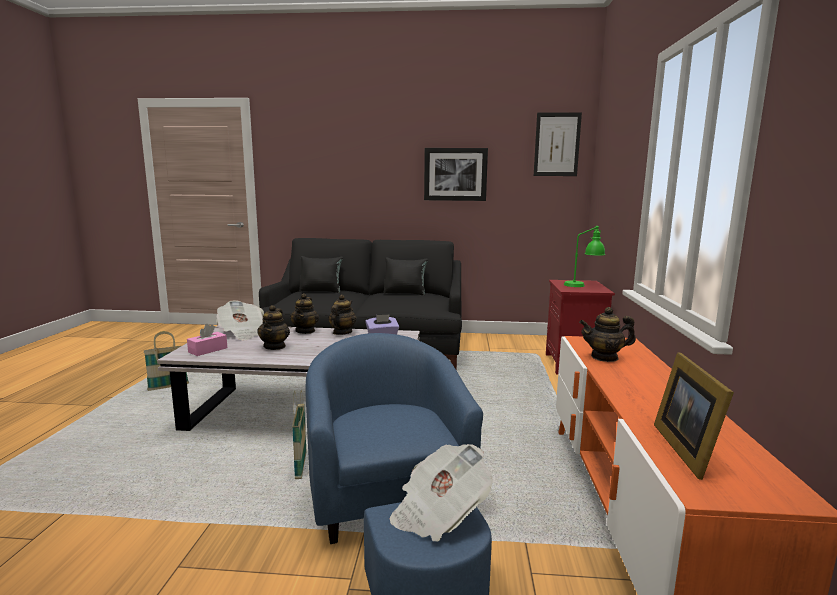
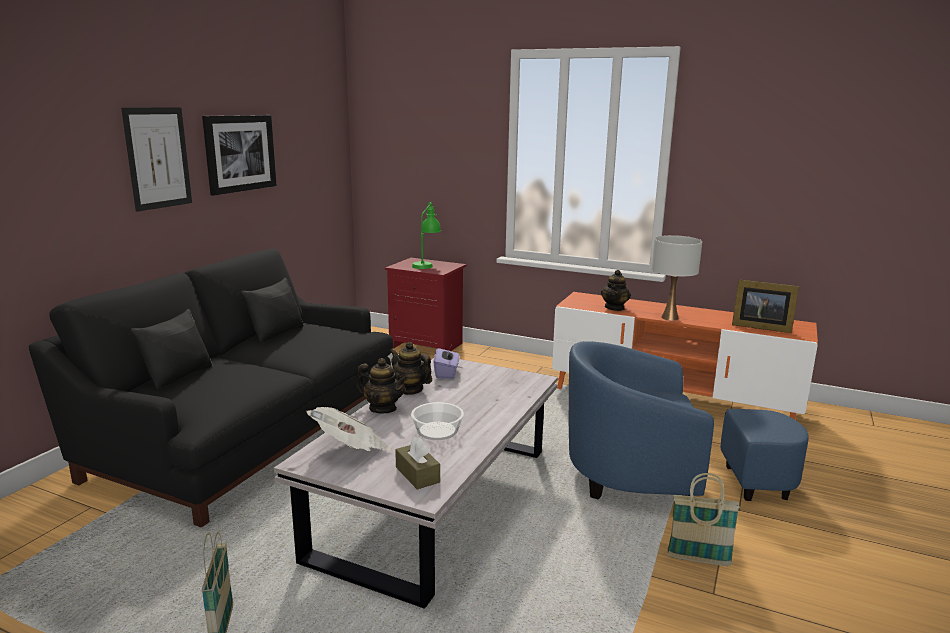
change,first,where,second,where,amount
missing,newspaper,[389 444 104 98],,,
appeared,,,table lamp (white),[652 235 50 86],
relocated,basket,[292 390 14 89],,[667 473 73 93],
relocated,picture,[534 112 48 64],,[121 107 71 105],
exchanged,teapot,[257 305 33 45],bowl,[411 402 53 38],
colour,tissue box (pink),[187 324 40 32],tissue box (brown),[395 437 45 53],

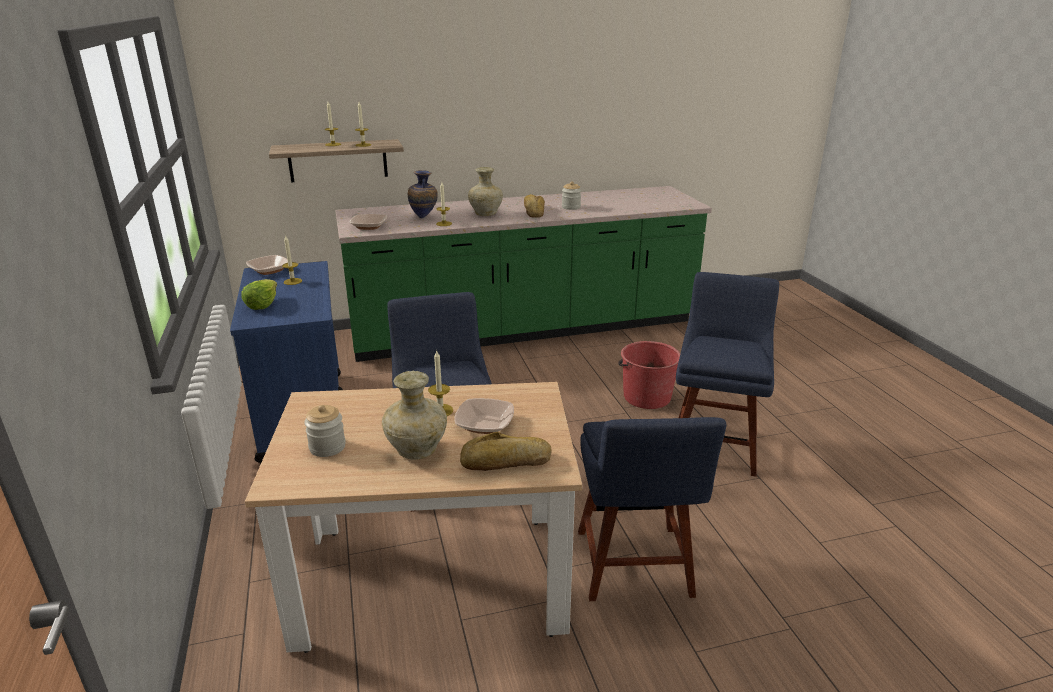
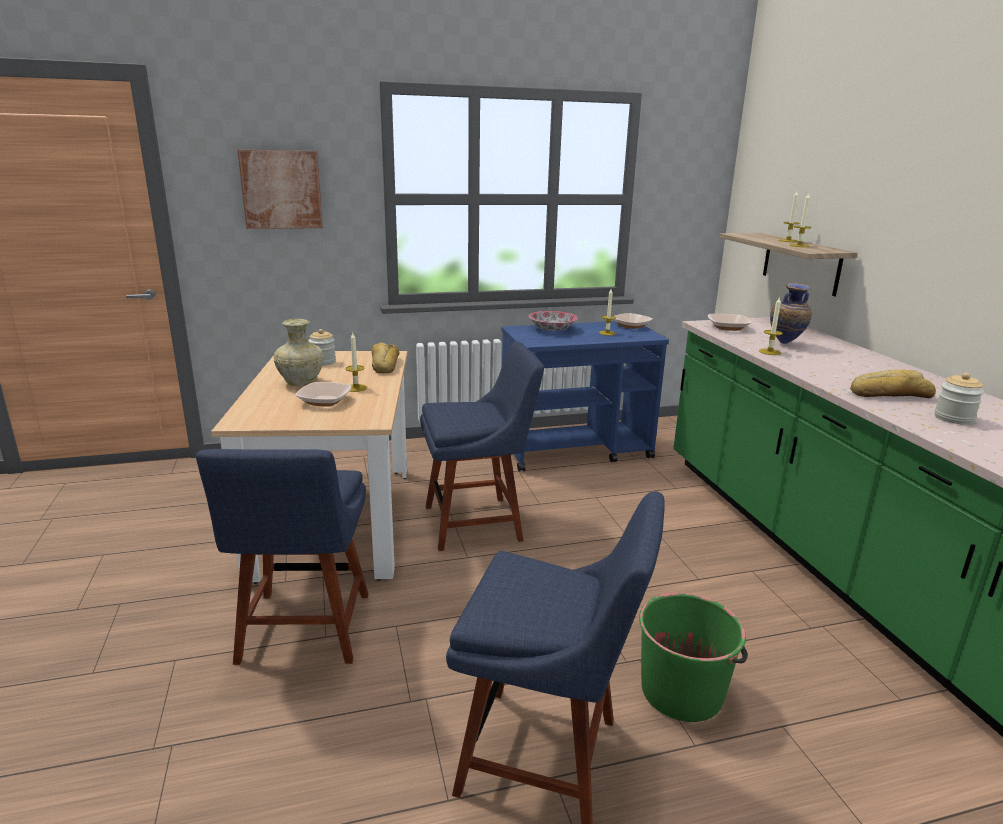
change,first,where,second,where,amount
missing,vase (beige),[468 167 35 49],,,
appeared,,,picture,[237 150 86 79],
relocated,bread,[460 432 92 39],,[372 342 27 31],
exchanged,lettuce,[241 279 36 31],bowl,[529 311 49 20],
colour,bucket (red),[618 341 62 68],bucket (green),[639 593 109 129],
spun,chair (blue),[578 417 148 184],,[196 449 173 216],90 degrees counterclockwise

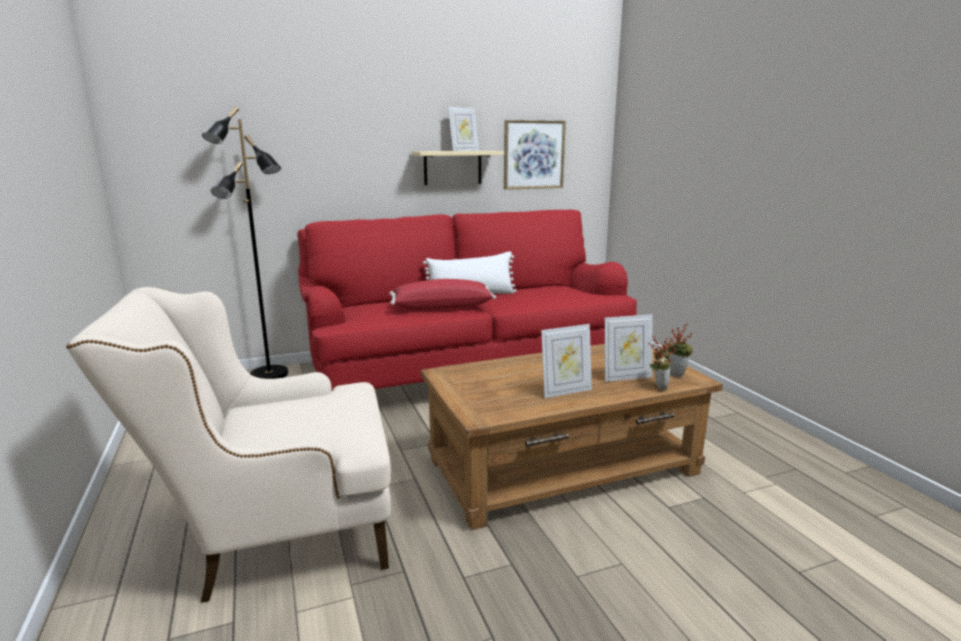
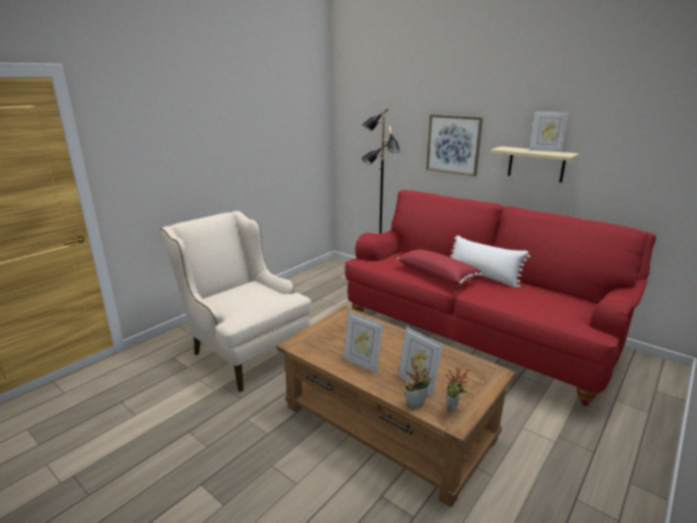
change,first,where,second,where,amount
relocated,picture,[504 120 62 70],,[426 115 57 61],

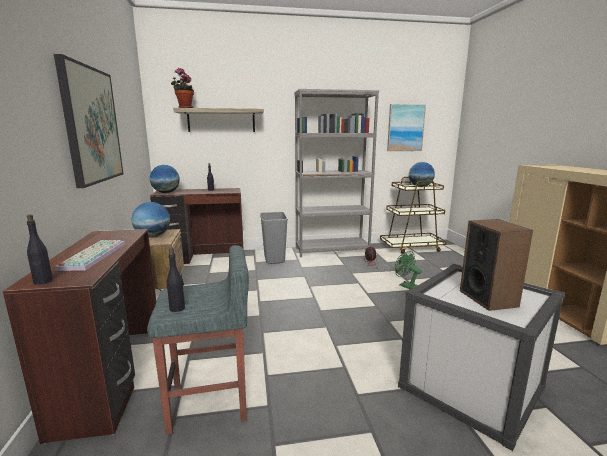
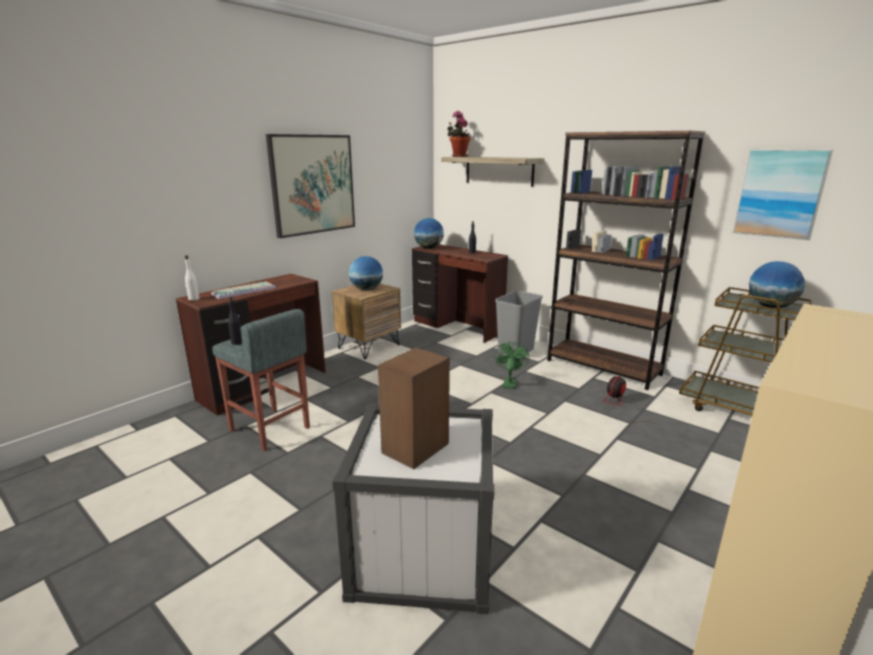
change,first,where,second,where,amount
relocated,fan (green),[395 251 27 38],,[494 342 35 47],
colour,bottle (black),[27 215 26 70],bottle (white),[185 255 14 46],
colour,bookcase (grey),[294 89 85 168],bookcase (brown),[547 131 159 259],

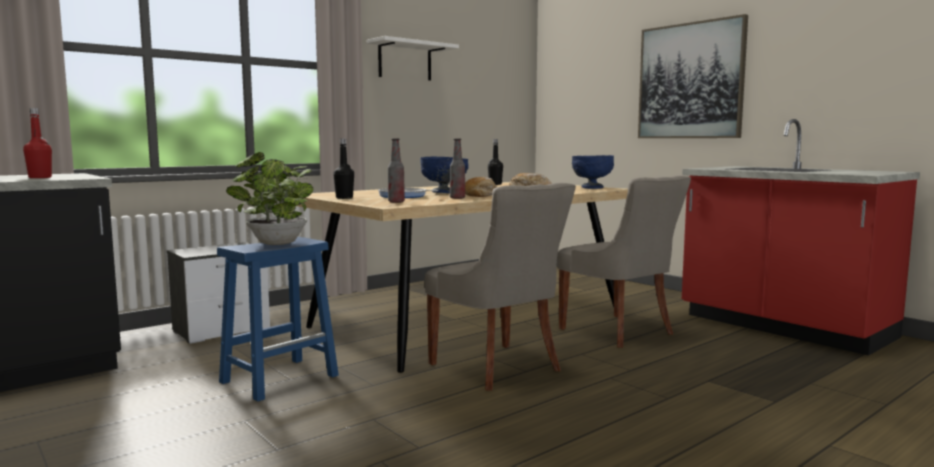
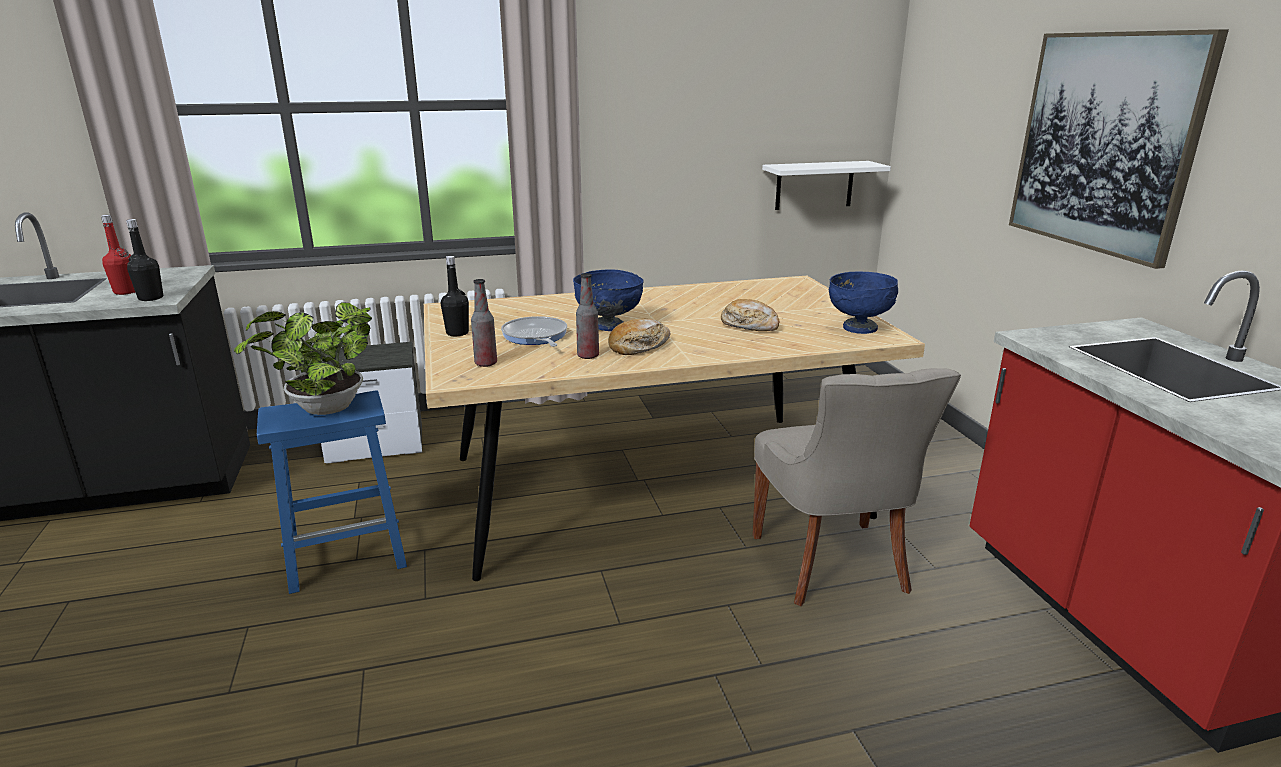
change,first,where,second,where,amount
missing,chair (grey),[425 183 151 208],,,
relocated,shelf (white),[367 36 92 45],,[762 161 129 49],
relocated,bottle (black),[488 139 15 46],,[126 219 37 82],

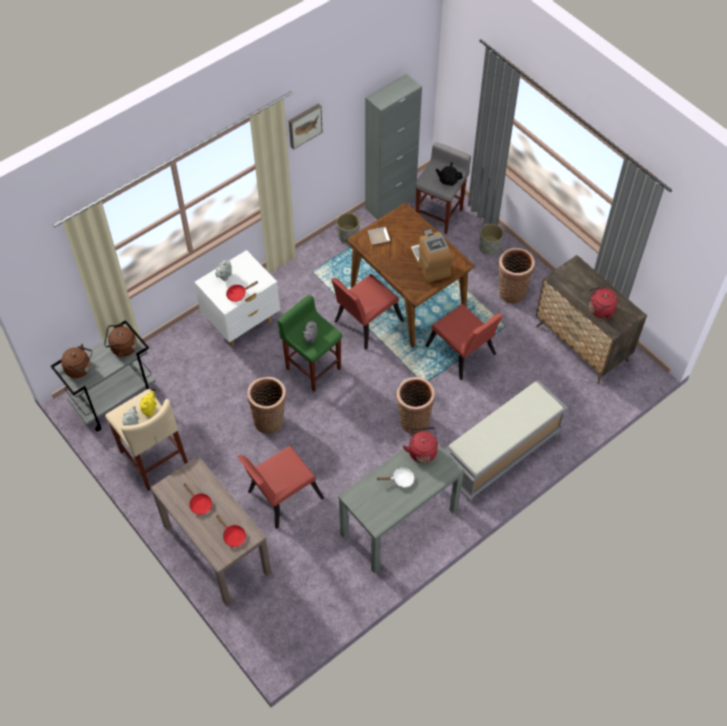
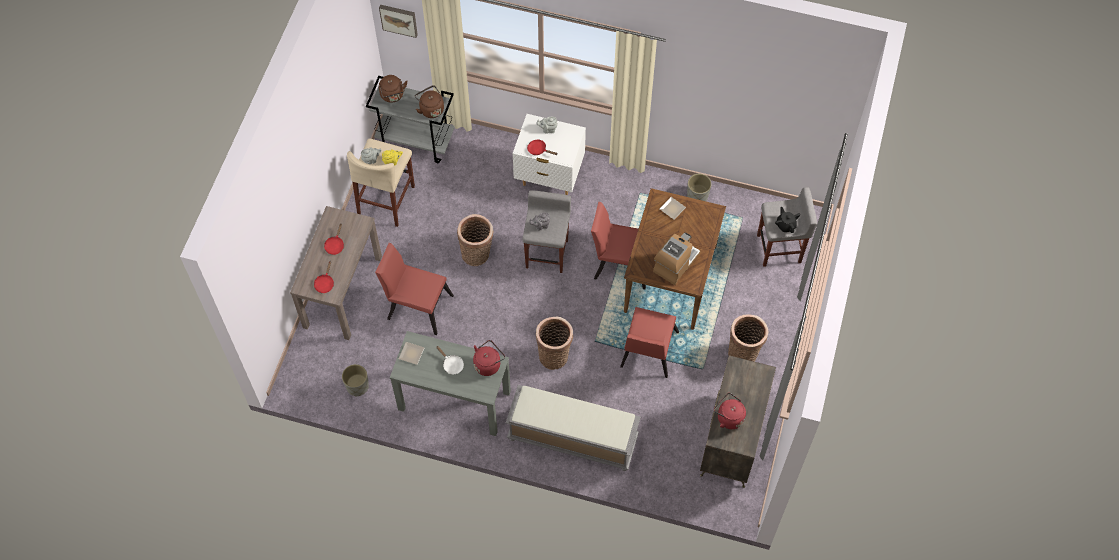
change,first,where,second,where,amount
missing,cabinet (grey),[365 73 57 147],,,
appeared,,,plate,[399 342 25 23],
relocated,picture,[289 103 34 47],,[379 5 39 33],
relocated,planter (grey),[480 224 24 31],,[342 364 27 32],
colour,stool (green),[277 295 65 97],stool (grey),[523 190 48 83],

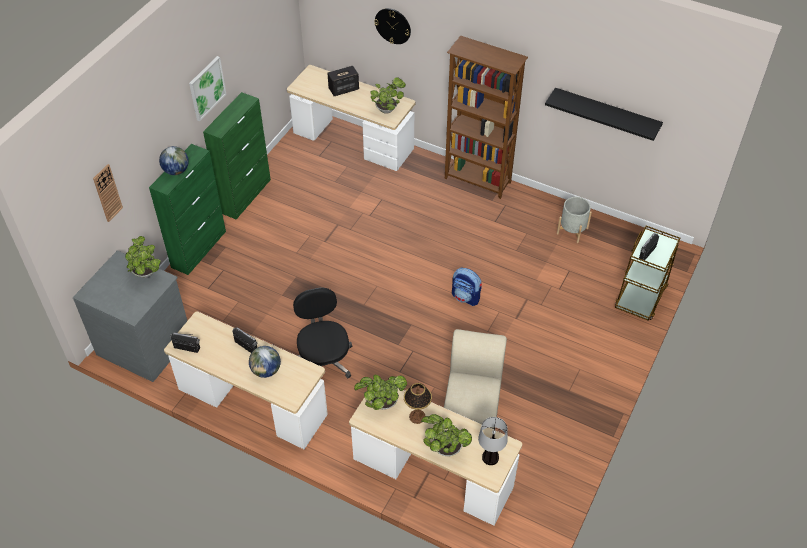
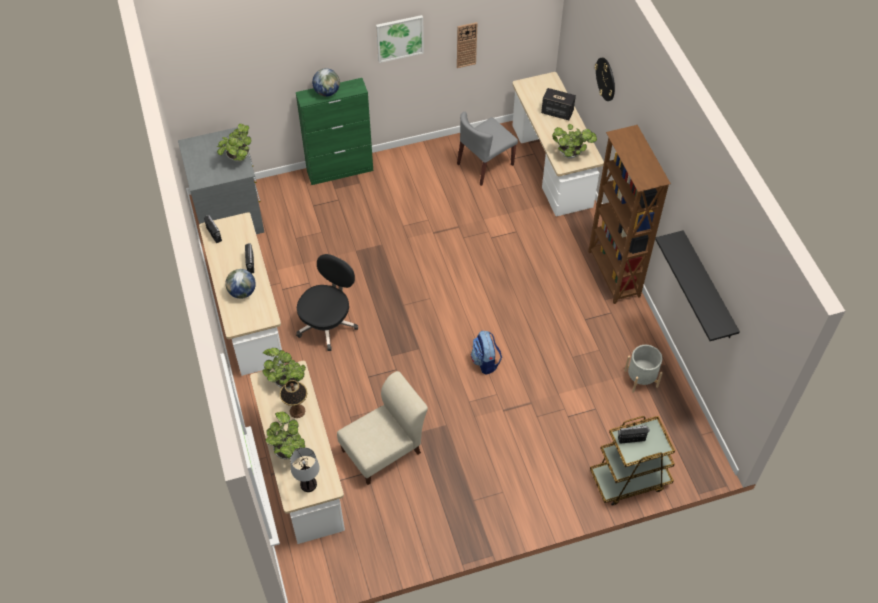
change,first,where,second,where,amount
missing,cabinet (green),[203 92 68 127],,,
appeared,,,chair (grey),[457 112 61 74],
relocated,wall clock,[93 164 30 58],,[457 22 20 46],

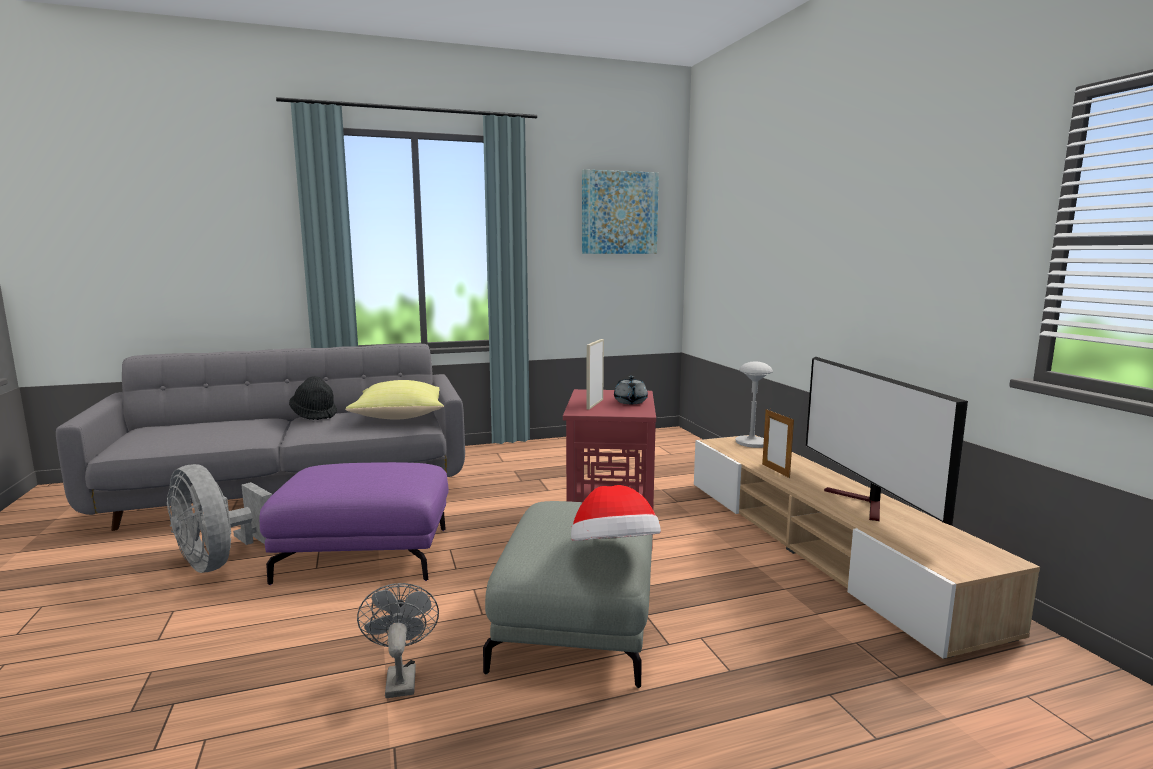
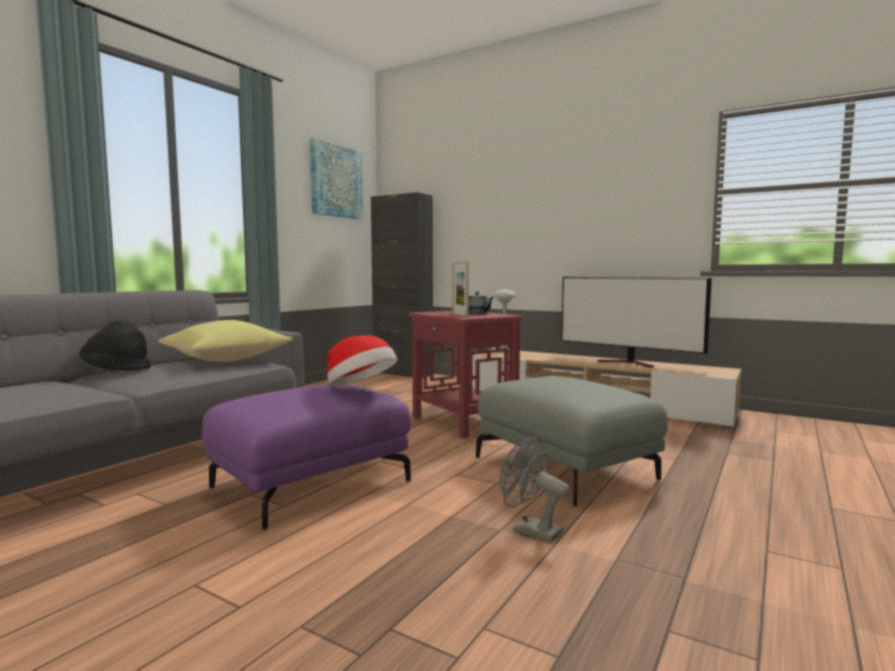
change,first,where,second,where,amount
missing,fan (grey),[167 464 105 109],,,
missing,picture frame,[762 409 32 69],,,
appeared,,,cabinet (black),[371 192 62 185],
relocated,hat,[571 485 90 56],,[327 335 70 51],

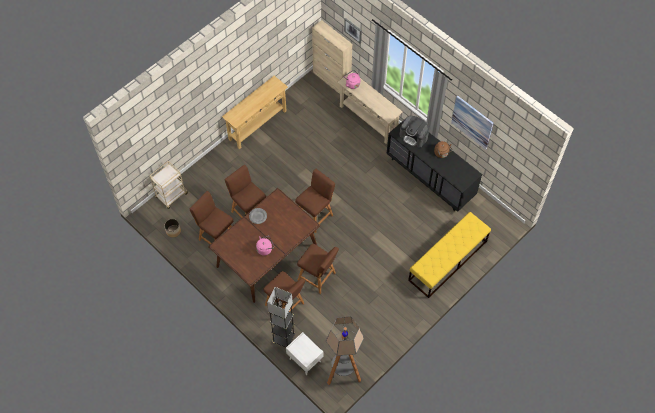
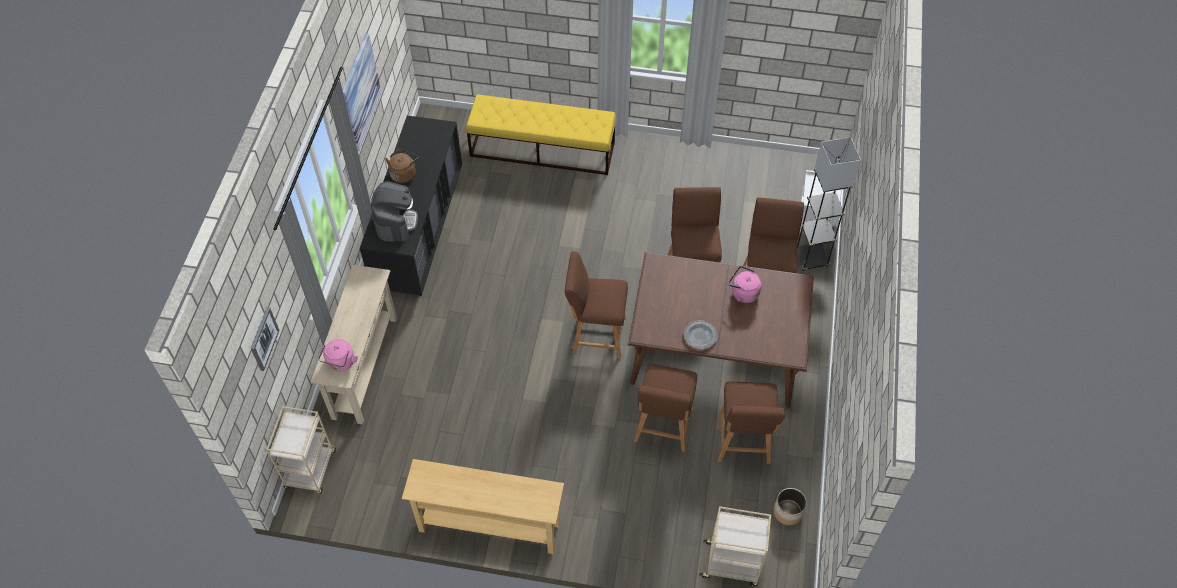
change,first,where,second,where,amount
missing,floor lamp,[326 317 38 68],,,
exchanged,cabinet (beige),[312 20 40 74],cart (beige),[266 406 70 88],

